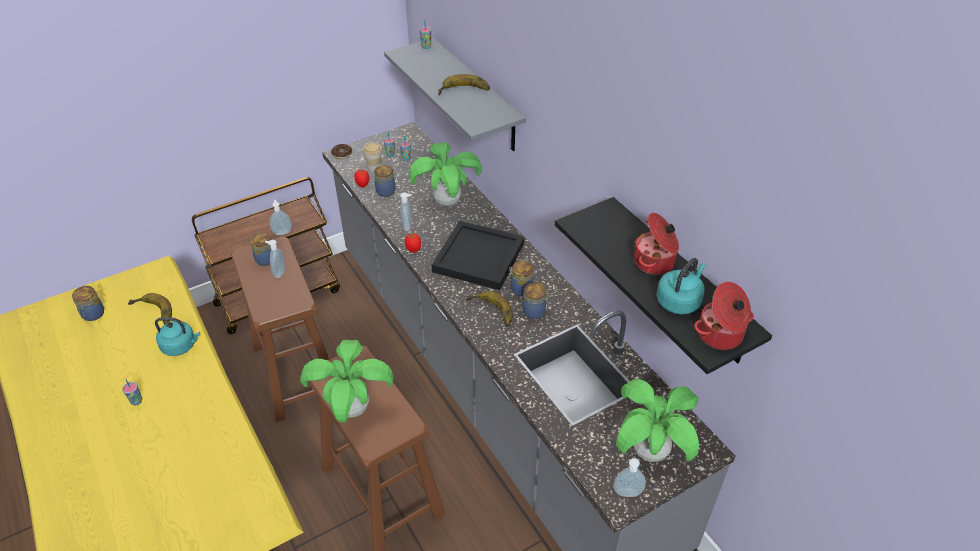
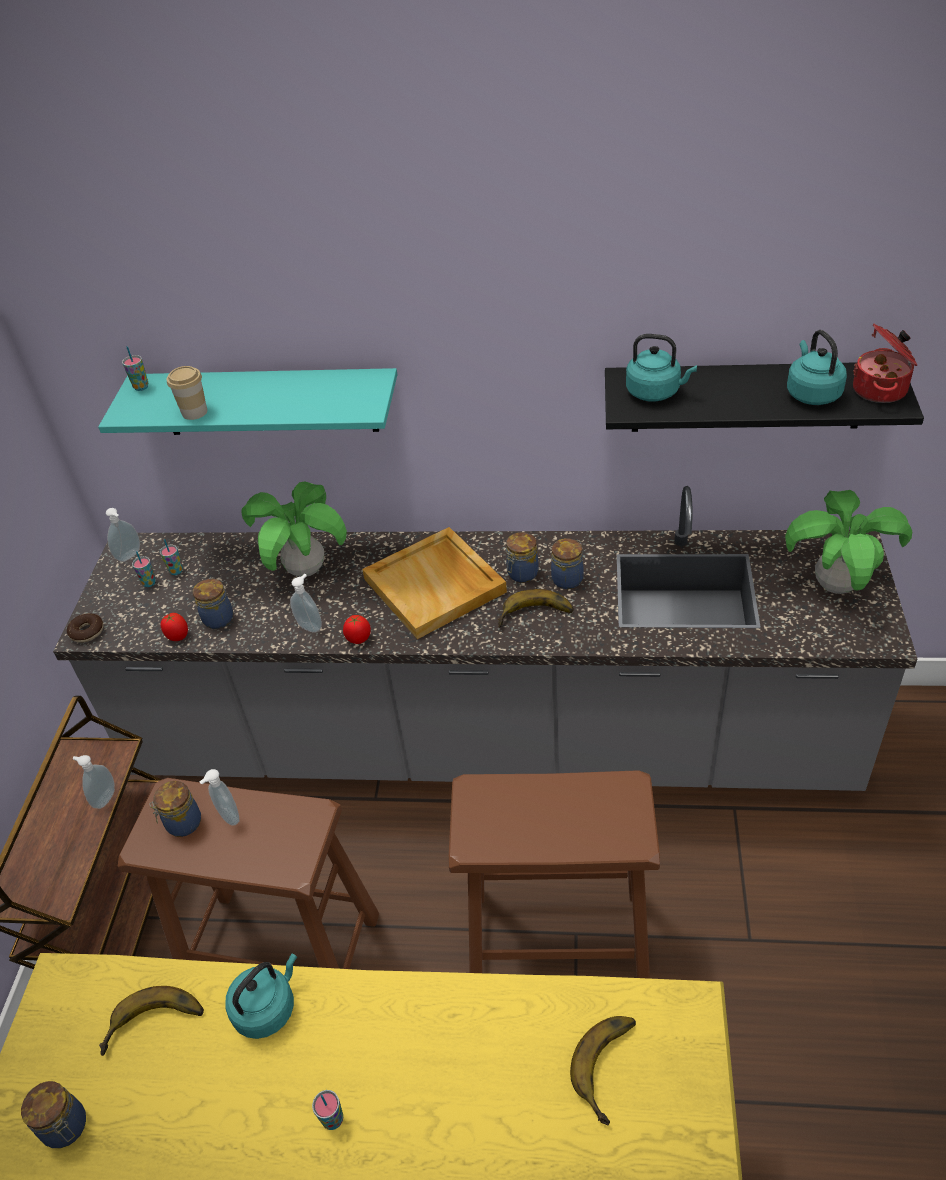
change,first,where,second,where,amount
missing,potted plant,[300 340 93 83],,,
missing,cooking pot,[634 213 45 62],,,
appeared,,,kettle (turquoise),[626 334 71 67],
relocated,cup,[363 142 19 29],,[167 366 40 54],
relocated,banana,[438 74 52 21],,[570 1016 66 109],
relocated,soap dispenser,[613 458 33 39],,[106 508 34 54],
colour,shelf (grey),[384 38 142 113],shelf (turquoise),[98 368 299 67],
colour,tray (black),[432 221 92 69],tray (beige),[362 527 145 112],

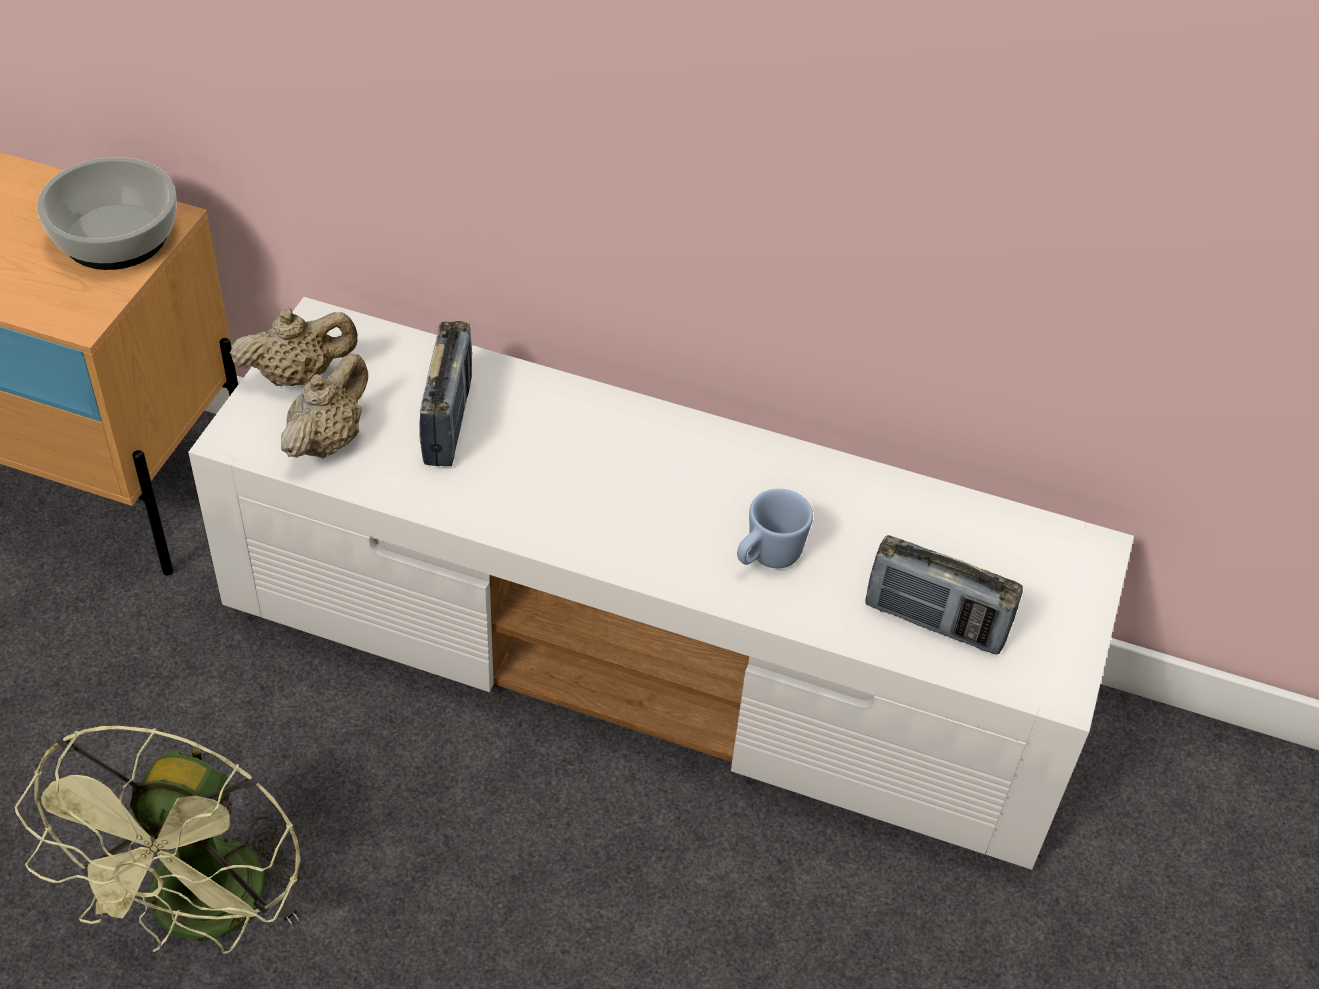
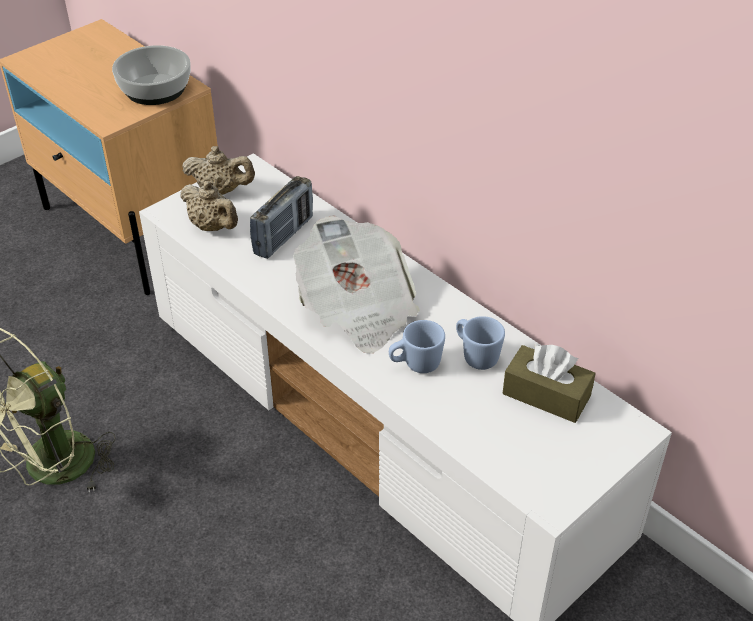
change,first,where,second,where,amount
missing,radio,[865 535 158 120],,,
appeared,,,newspaper,[293 215 127 139],
appeared,,,mug (blue),[456 316 49 54],
appeared,,,tissue box (brown),[503 345 93 78],
spun,teapot (beige),[281 353 87 105],,[180 181 58 50],75 degrees clockwise

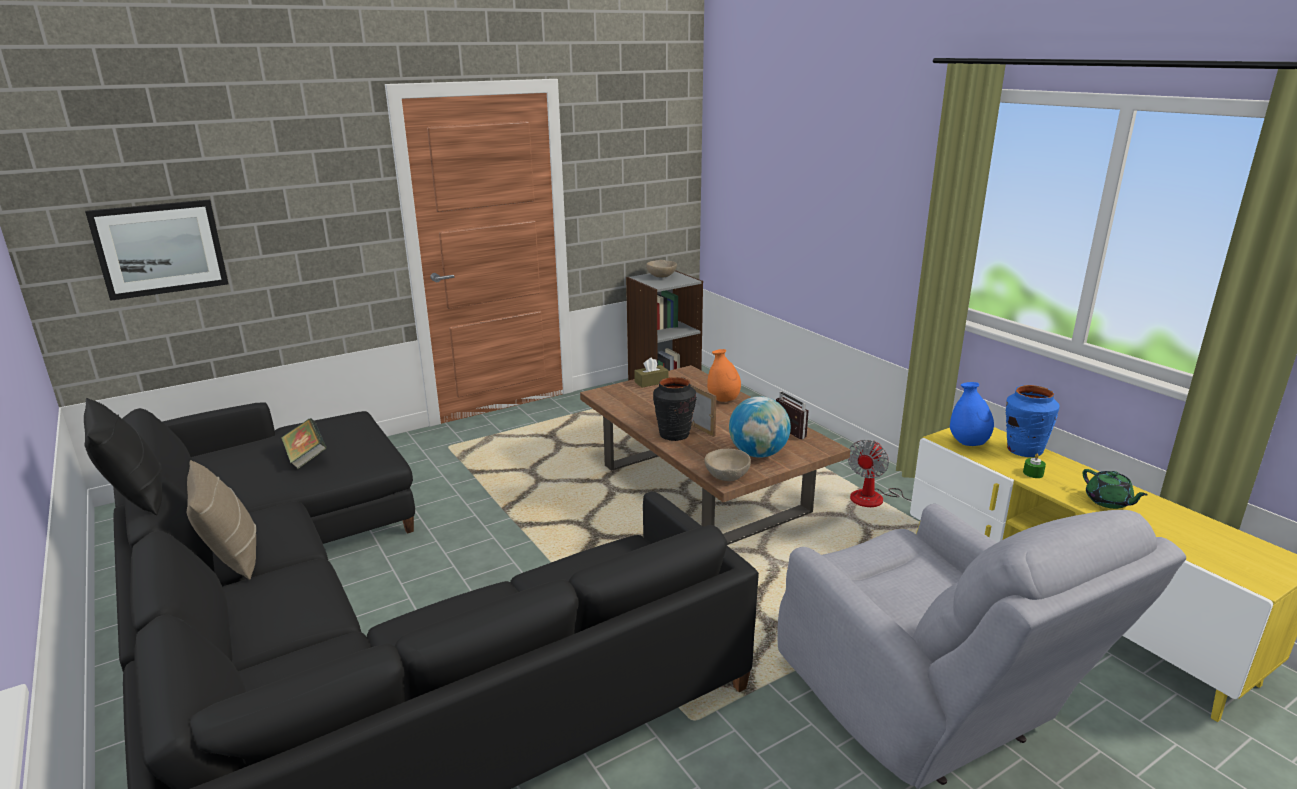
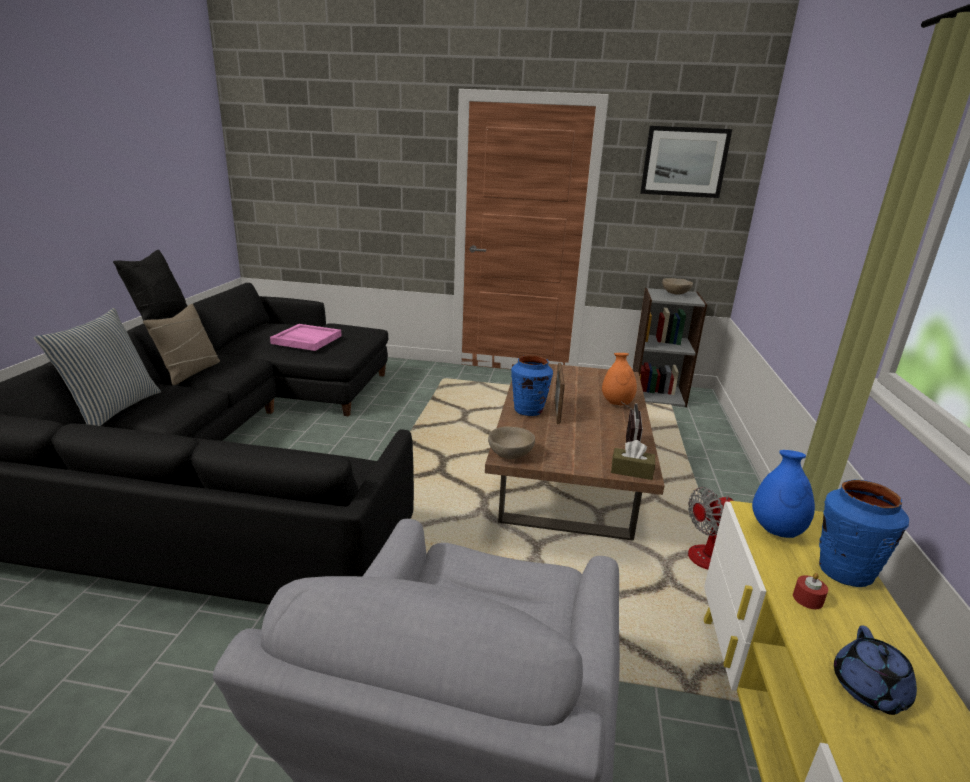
change,first,where,second,where,amount
missing,globe,[729 396 62 62],,,
appeared,,,pillow,[34 308 127 118],
relocated,picture,[85 200 144 101],,[640 126 92 72],
relocated,tissue box (brown),[634 358 35 30],,[611 440 44 40],
exchanged,book,[281 418 46 51],tray (pink),[270 324 72 27],
colour,vase (black),[653 377 43 64],vase (blue),[511 355 42 61],
colour,candle (green),[1023 453 23 25],candle (red),[793 573 35 36],
colour,teapot (green),[1083 469 65 40],teapot (blue),[834 625 83 90],

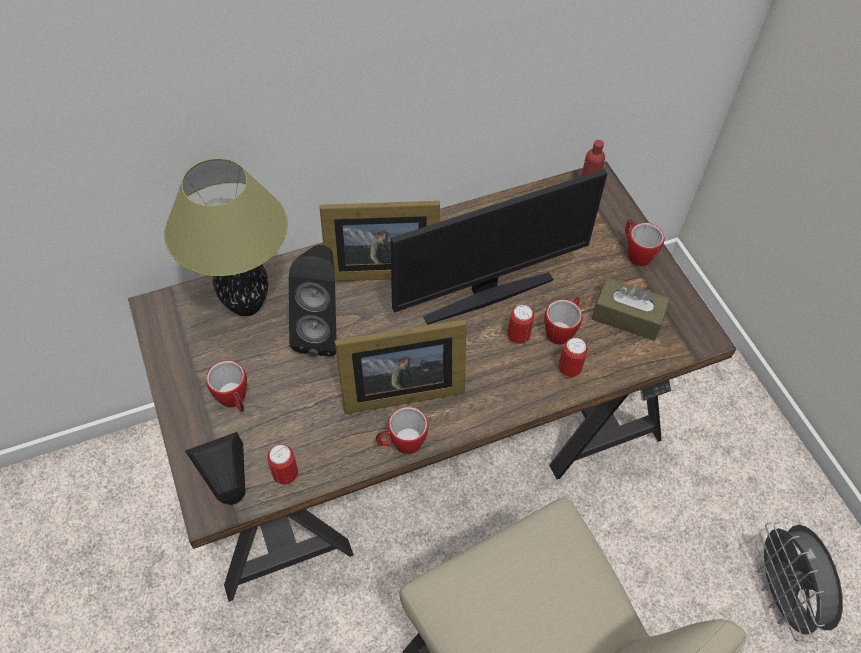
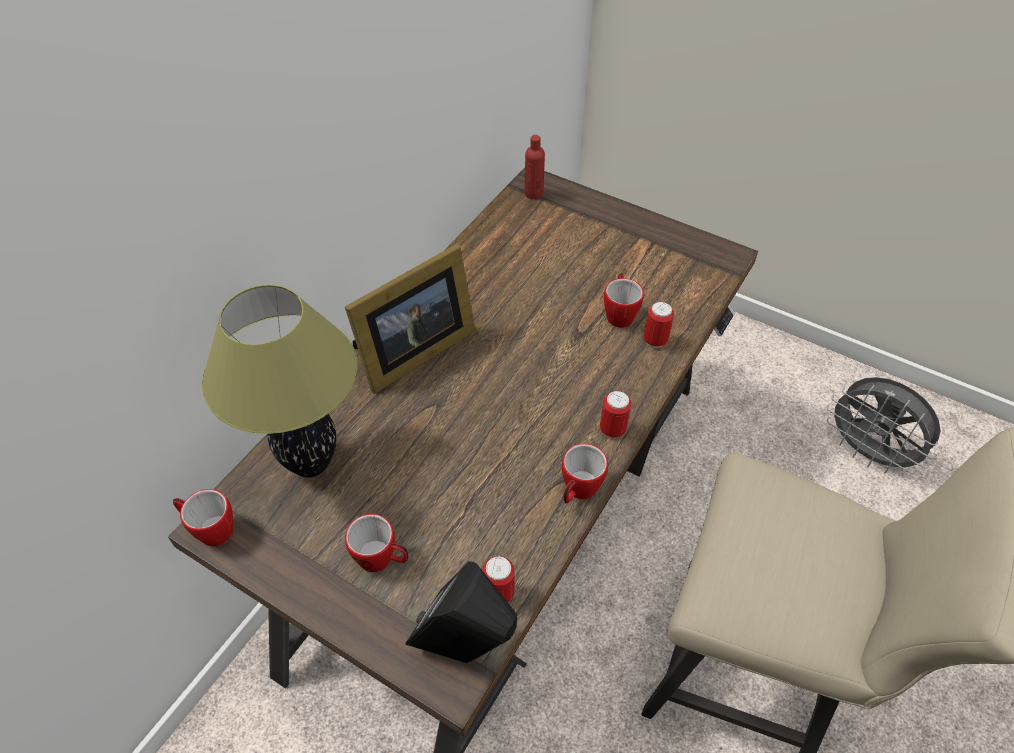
change,first,where,second,where,amount
missing,speaker (black),[289 245 48 112],,,
missing,picture frame,[335 320 131 94],,,
missing,monitor,[391 169 216 156],,,
missing,tissue box (brown),[592 278 78 63],,,
relocated,can,[507 304 28 40],,[600 390 32 48],
relocated,mug,[625 220 40 46],,[173 489 60 58],

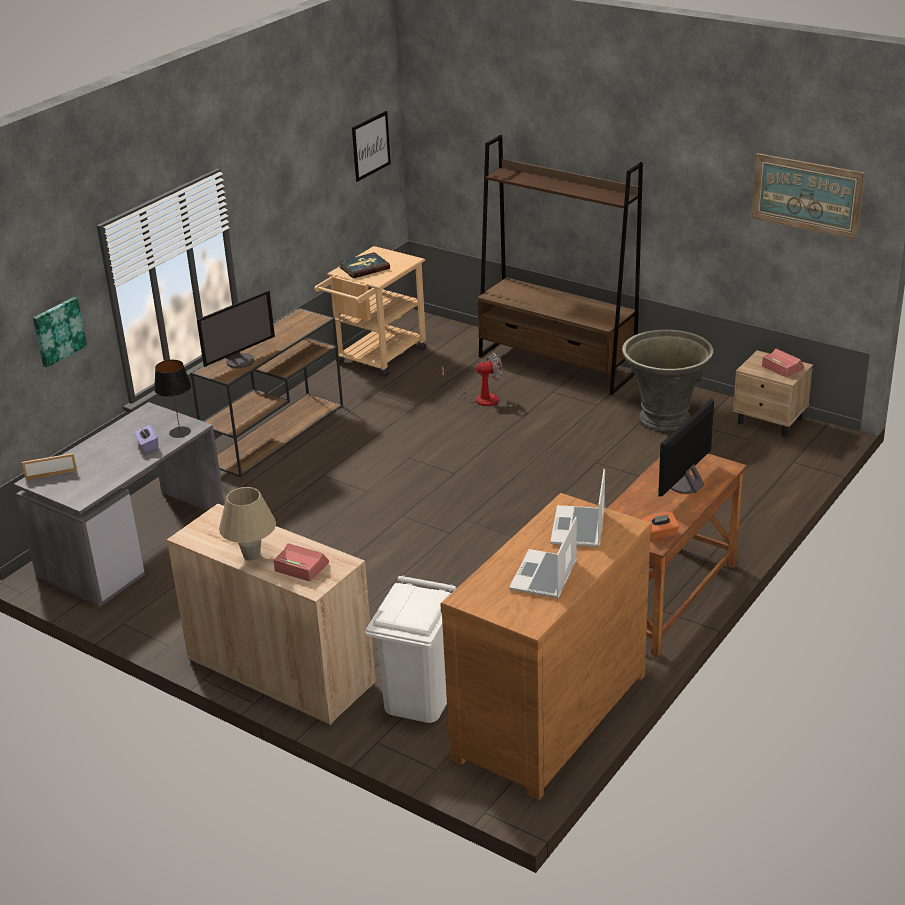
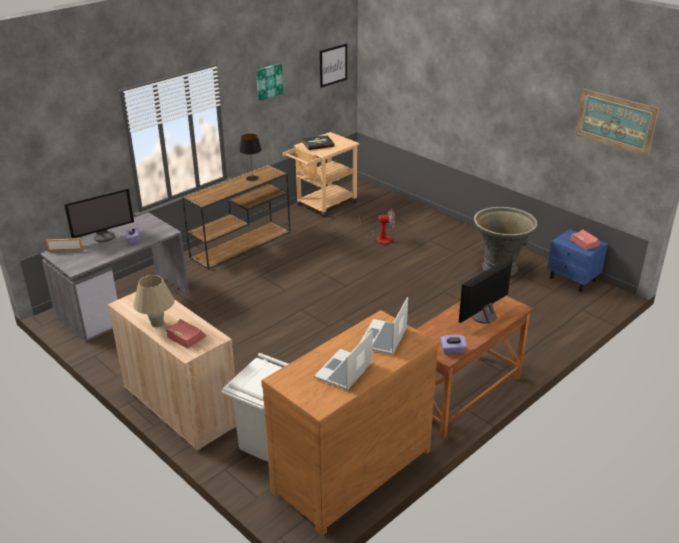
change,first,where,second,where,amount
missing,bookcase (brown),[477 135 166 260],,,
relocated,picture,[33 297 54 70],,[256 63 27 38],
relocated,table lamp (black),[154 360 37 78],,[240 134 21 47],
relocated,monitor,[197 291 78 77],,[65 189 69 53],
colour,tissue box (orange),[642 512 37 29],tissue box (purple),[440 335 27 20],
colour,nightstand (beige),[733 350 80 87],nightstand (blue),[547 229 61 63],

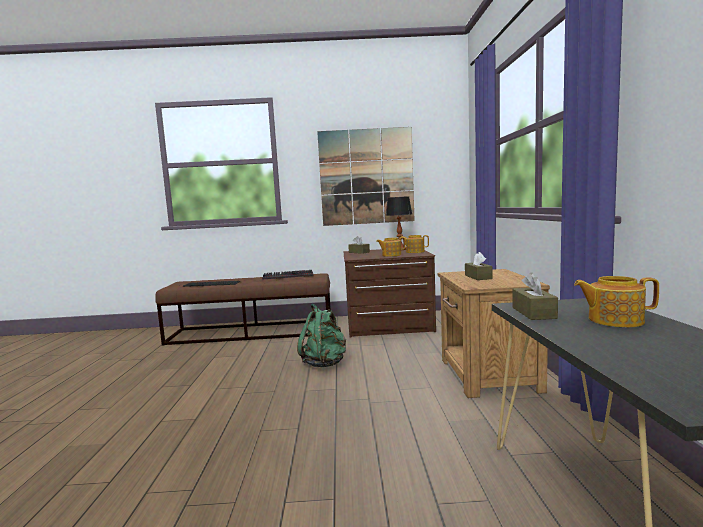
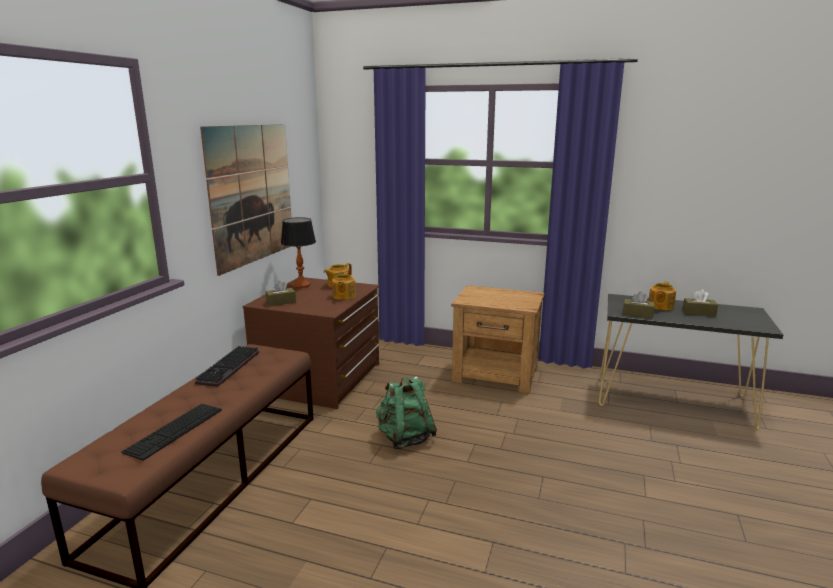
change,first,where,second,where,amount
relocated,tissue box (brown),[465 252 27 28],,[683 290 35 26],

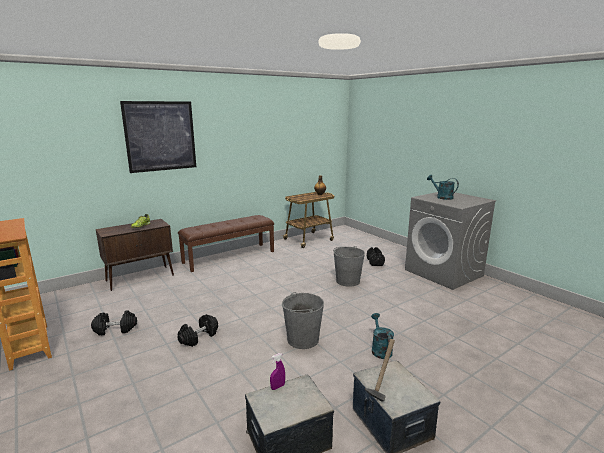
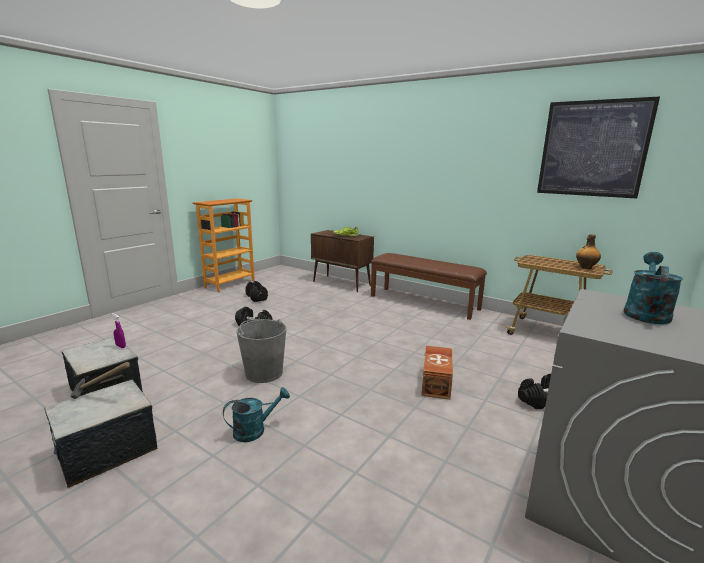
change,first,where,second,where,amount
relocated,picture,[120 101 76 72],,[537 96 123 103],
exchanged,bucket (grey),[333 246 32 41],storage box (brown),[421 346 32 54],

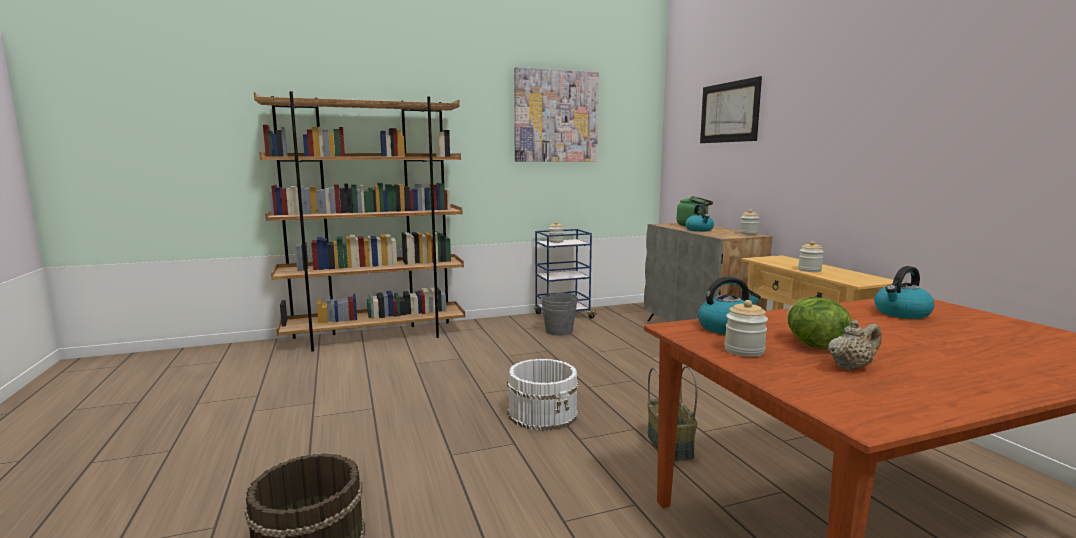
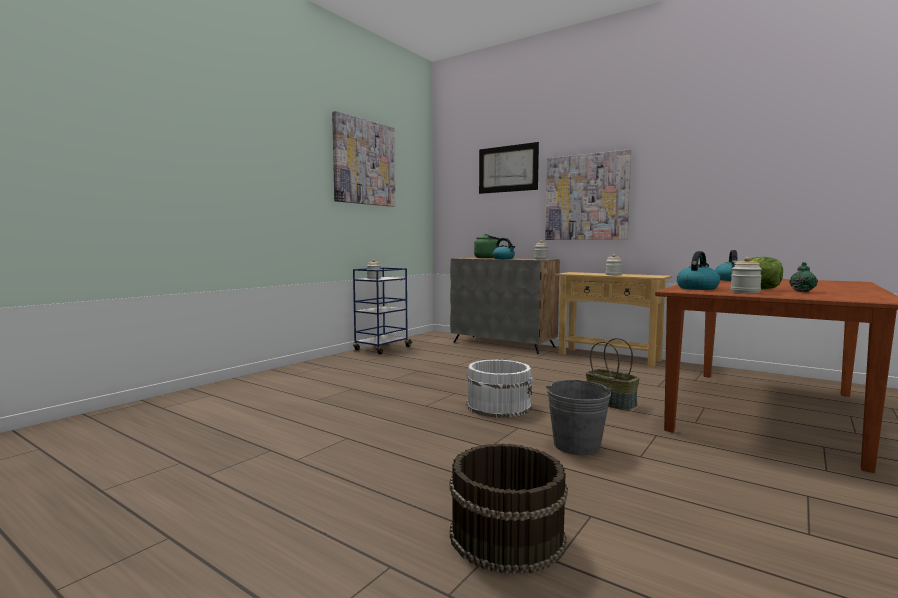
change,first,where,second,where,amount
missing,bookcase (brown),[254 91 211 260],,,
appeared,,,picture,[545 149 86 91],
relocated,bucket (grey),[541 292 37 43],,[546 380 66 75],
colour,teapot (beige),[828 320 54 50],teapot (green),[790 262 28 30],

